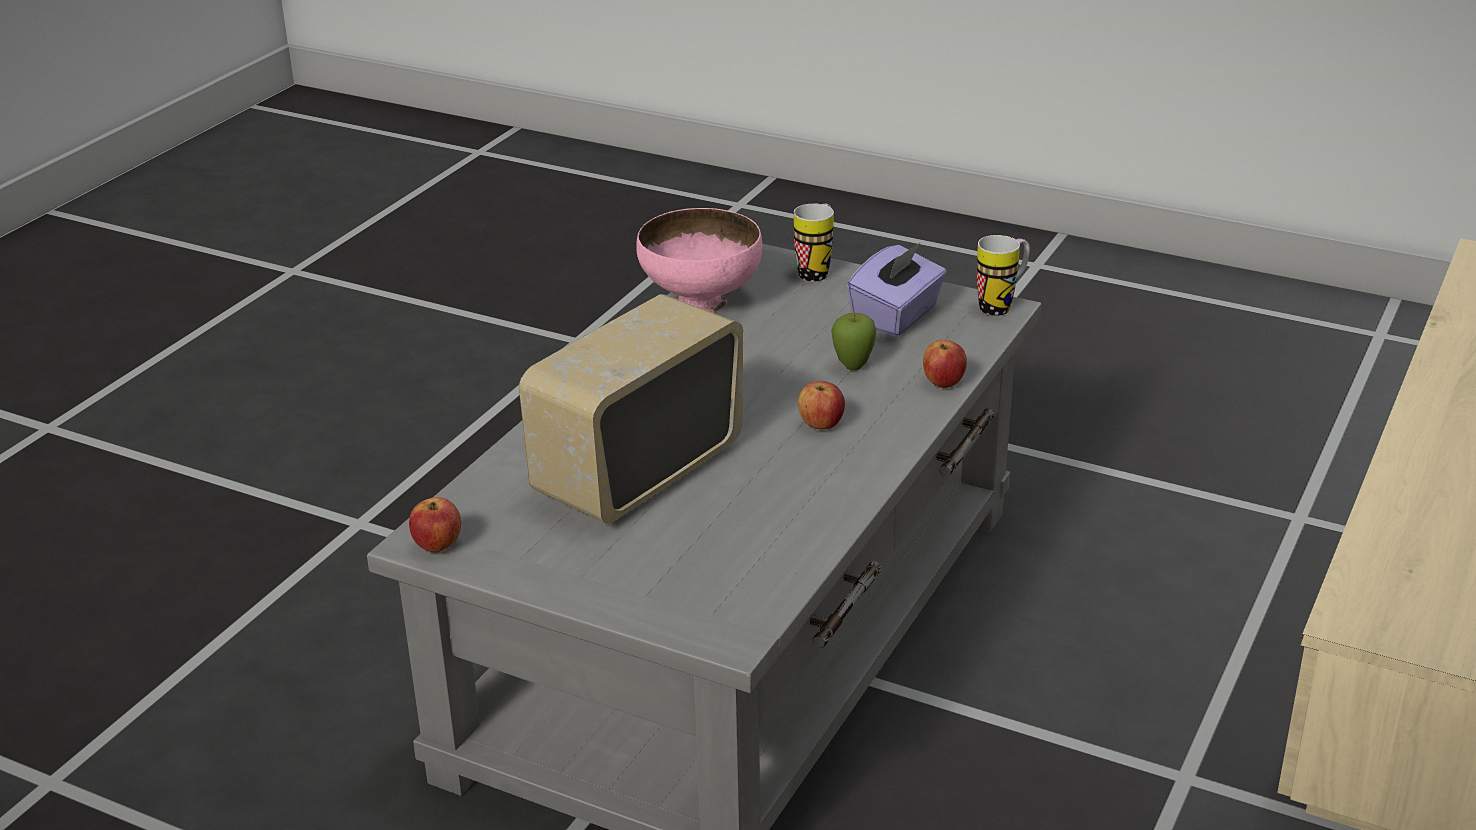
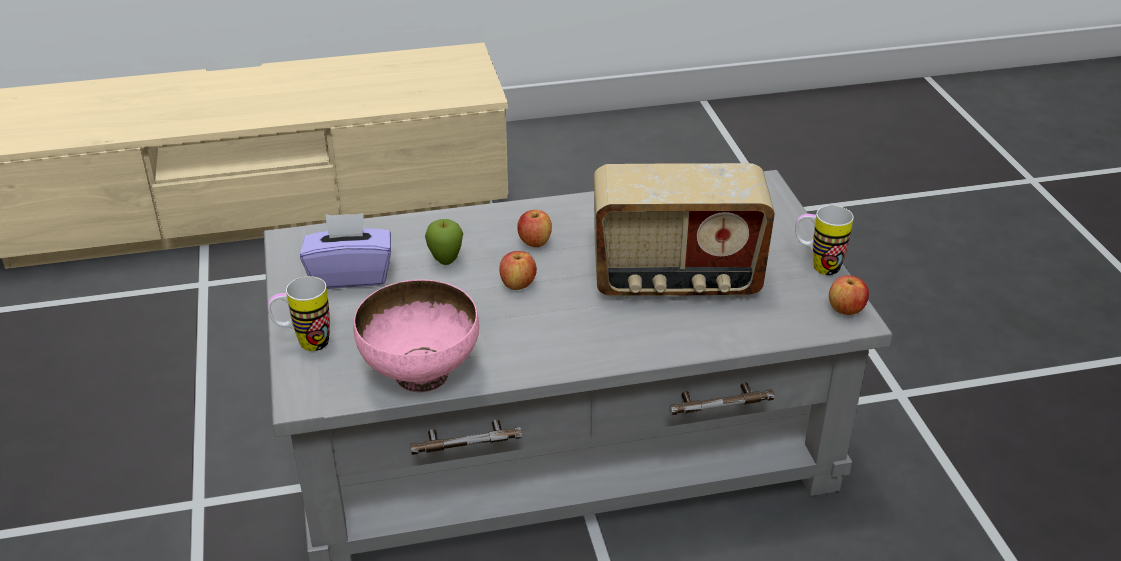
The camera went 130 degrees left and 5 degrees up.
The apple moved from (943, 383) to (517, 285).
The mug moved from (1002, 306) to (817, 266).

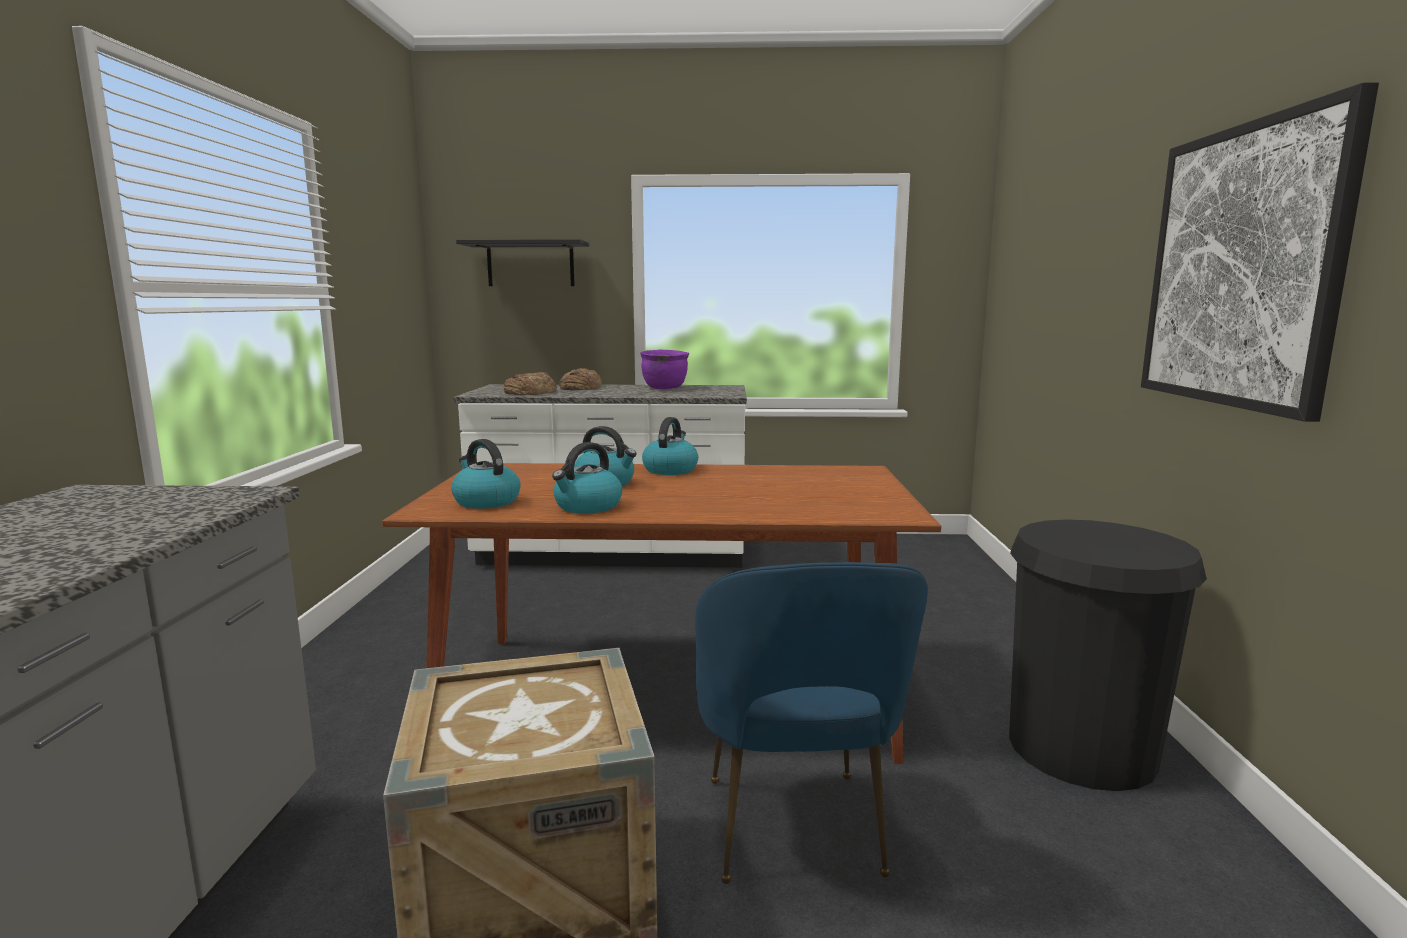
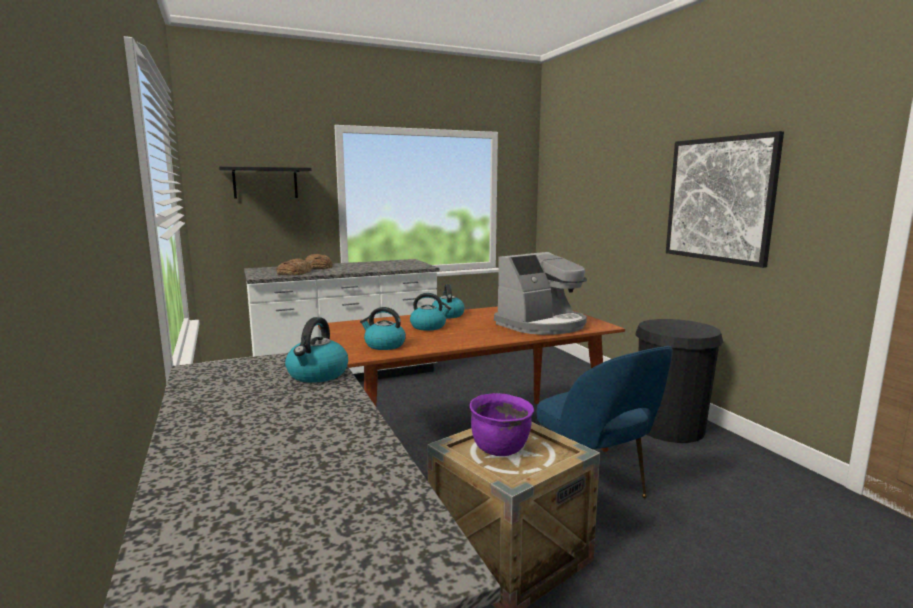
The camera went 25 degrees left and 0 degrees up.
The kettle moved from (587, 507) to (317, 374).
The cooking pot in purple moved from (665, 388) to (500, 449).
The coffee machine at (542, 325) appeared.

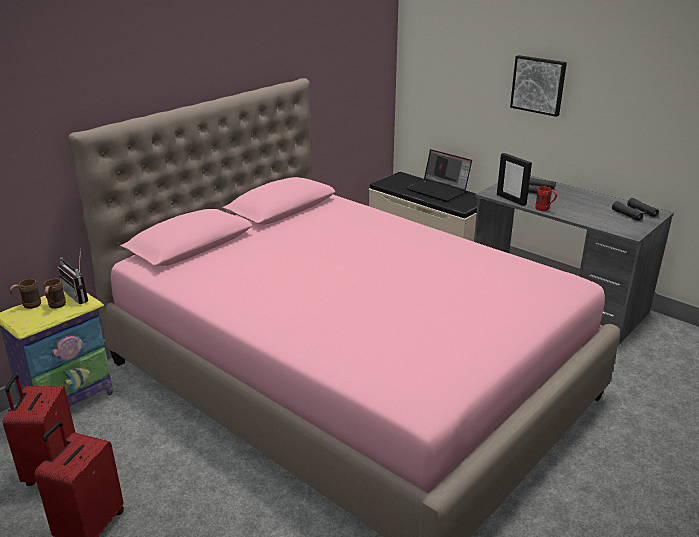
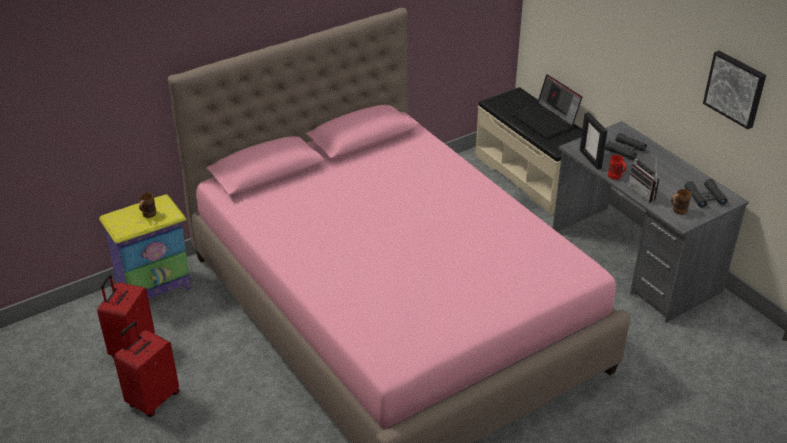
The camera went 15 degrees right and 10 degrees up.
The mug in brown moved from (28, 306) to (677, 211).
The radio moved from (80, 295) to (644, 192).
The picture moved from (538, 85) to (735, 88).

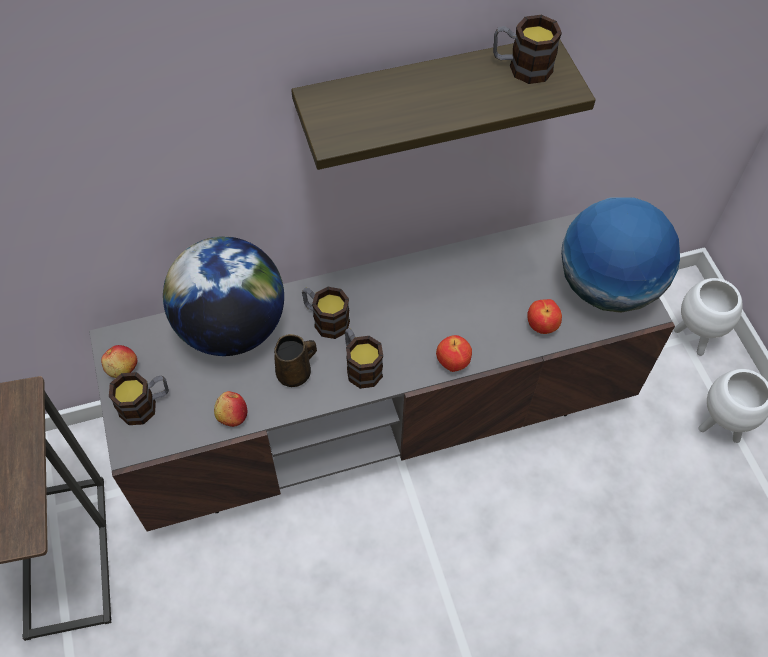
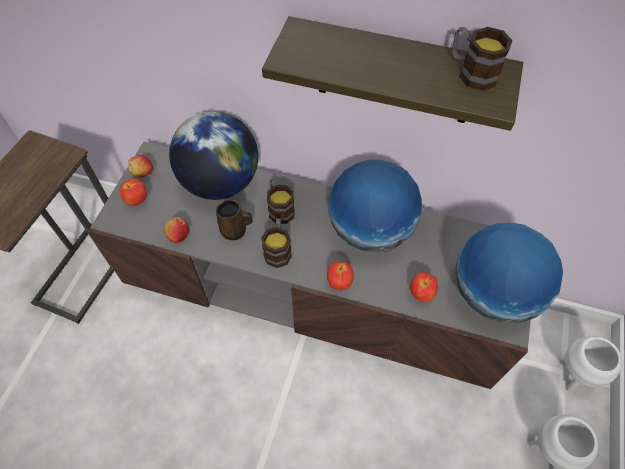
The camera went 35 degrees right and 0 degrees up.
The mug at (145, 405) was replaced by the apple at (137, 200).
The globe at (370, 230) appeared.

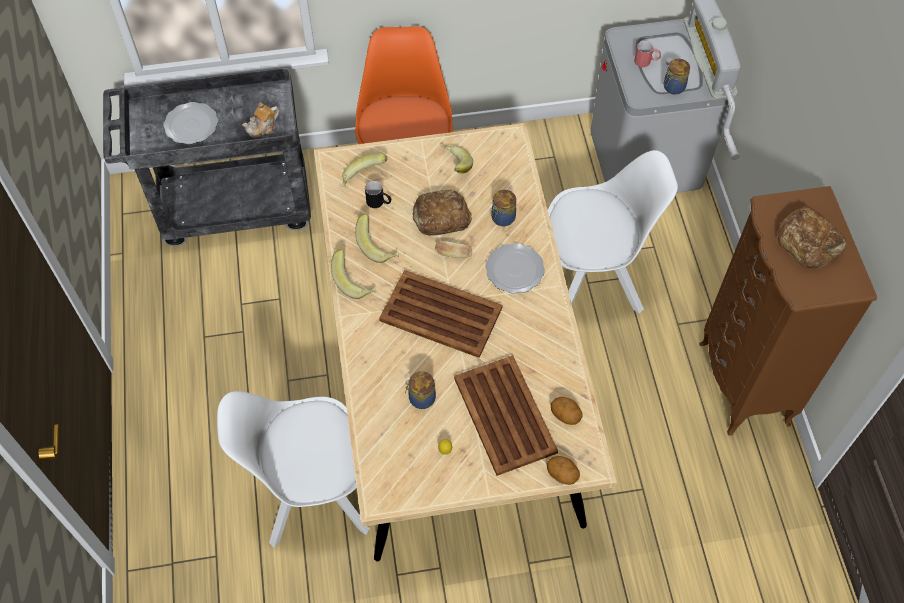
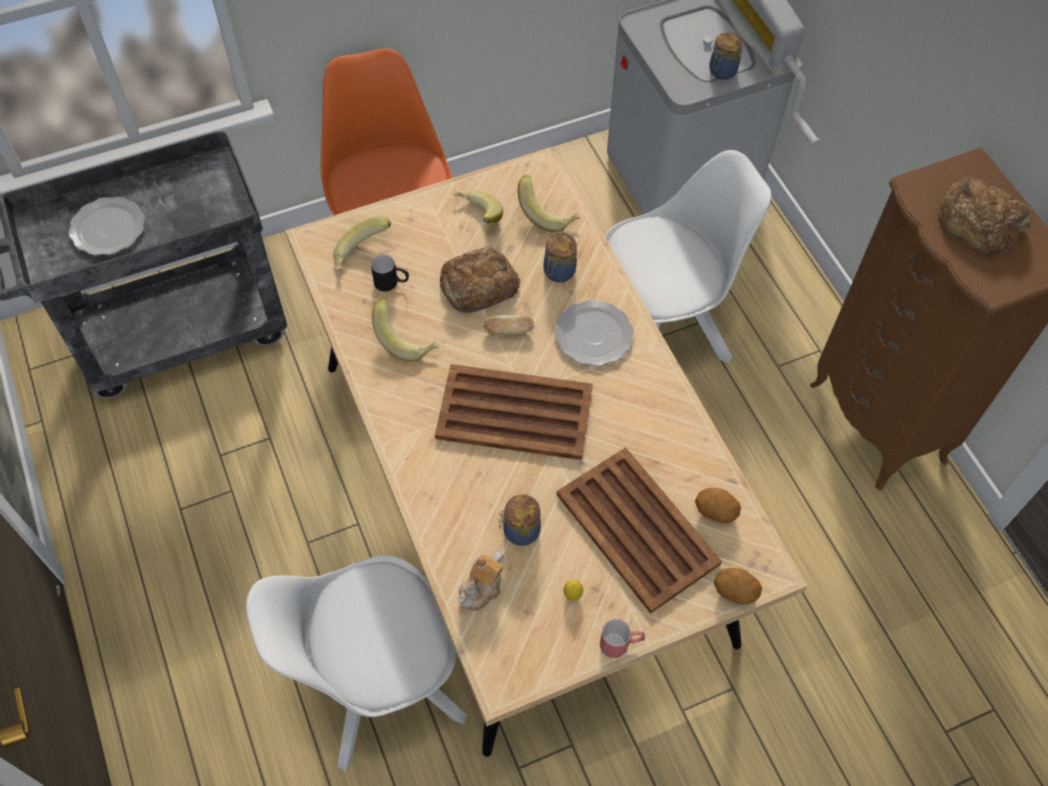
The camera went 15 degrees left and 0 degrees up.
The teapot moved from (263, 128) to (482, 589).
The banana moved from (355, 282) to (548, 214).
The mug in red moved from (646, 62) to (621, 644).

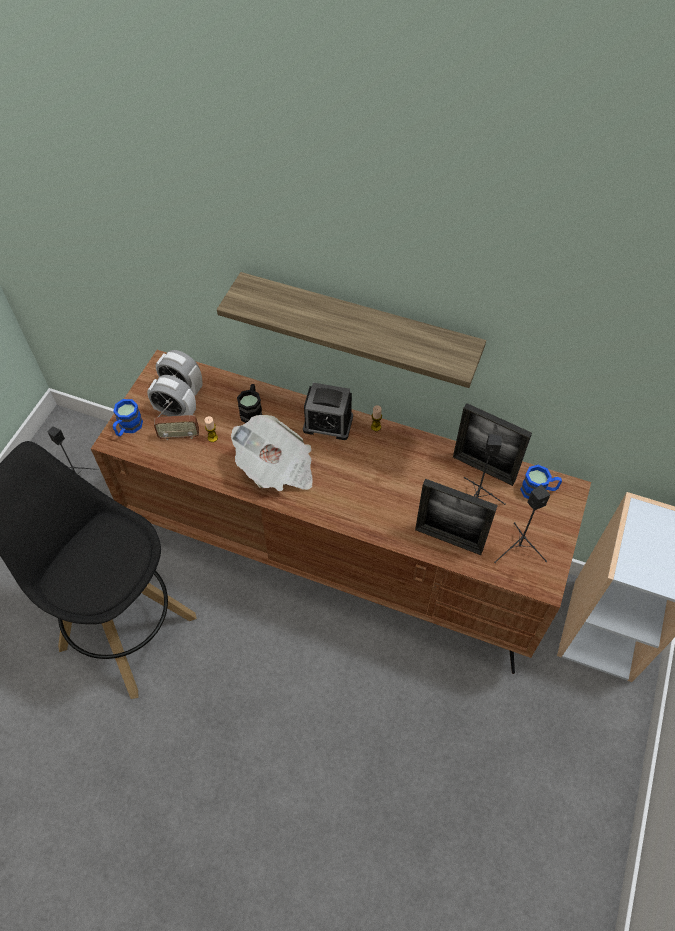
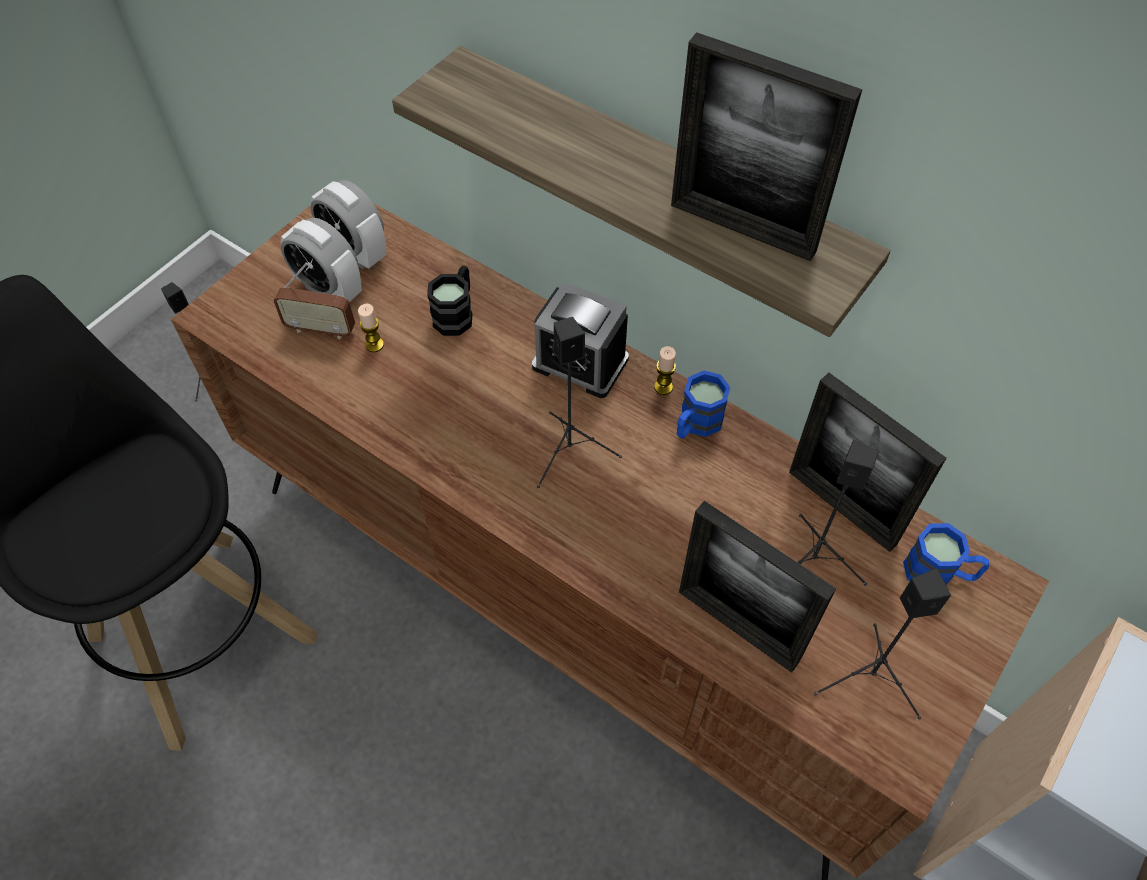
The camera went 15 degrees right and 0 degrees up.
The mug in blue moved from (128, 428) to (695, 424).
The newspaper at (276, 468) disappeared.
The speaker in black at (571, 451) appeared.
The picture frame at (742, 228) appeared.

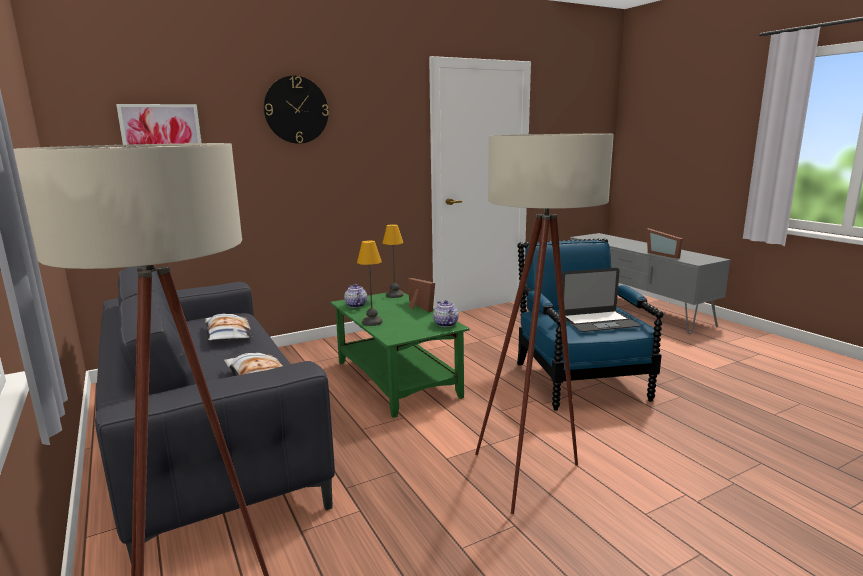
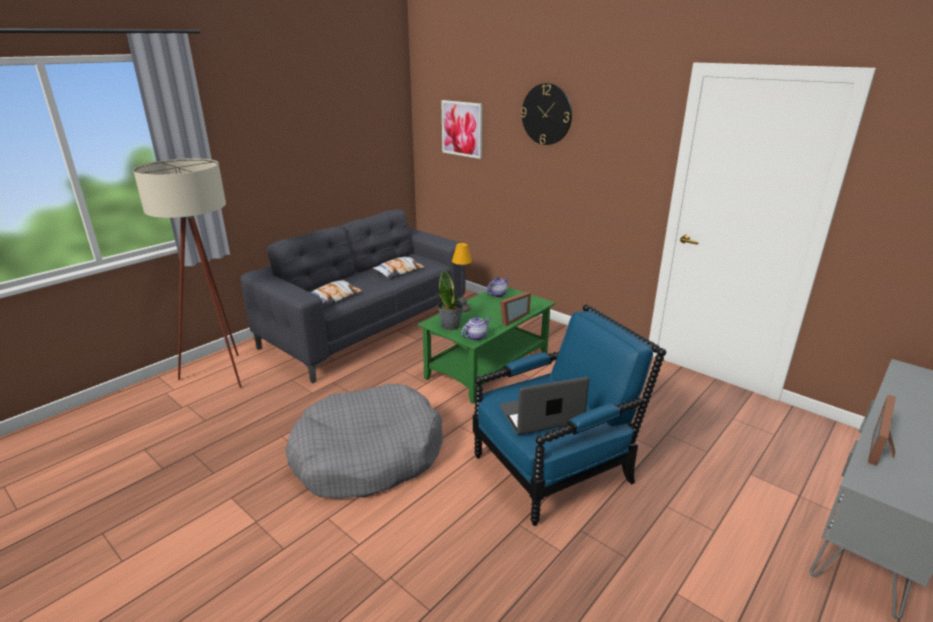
The camera went 70 degrees right and 10 degrees up.
The table lamp at (394, 295) disappeared.
The floor lamp in beige at (534, 474) was replaced by the dog bed in grey at (367, 455).
The laptop at (598, 321) turned 105 degrees clockwise.
The potted plant at (450, 325) appeared.

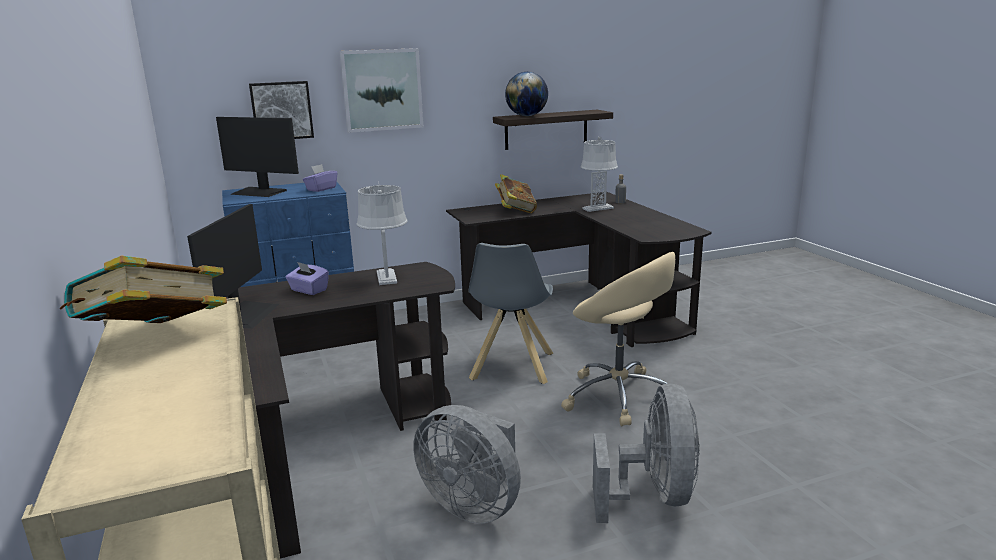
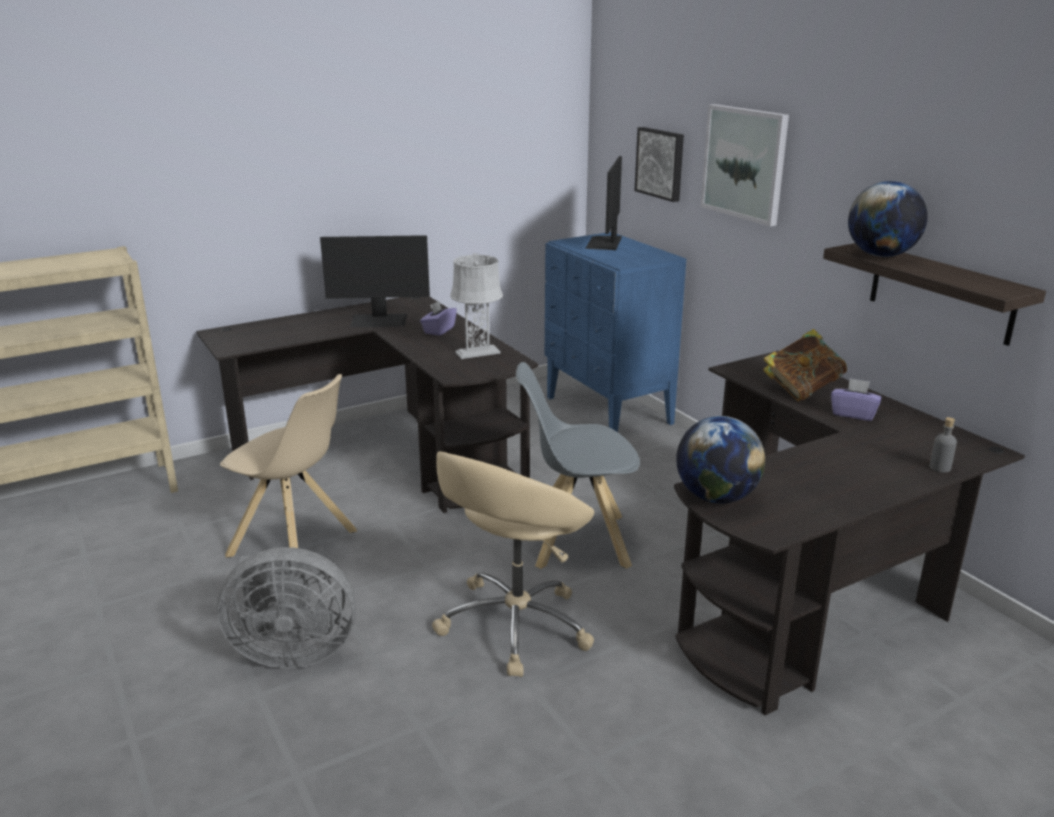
The camera went 80 degrees right and 5 degrees up.
The book at (155, 339) disappeared.
The tissue box in purple moved from (321, 189) to (853, 414).
The fan in grey at (473, 505) was replaced by the chair in beige at (295, 544).
The table lamp in grey at (598, 208) disappeared.
The globe at (716, 497) appeared.

